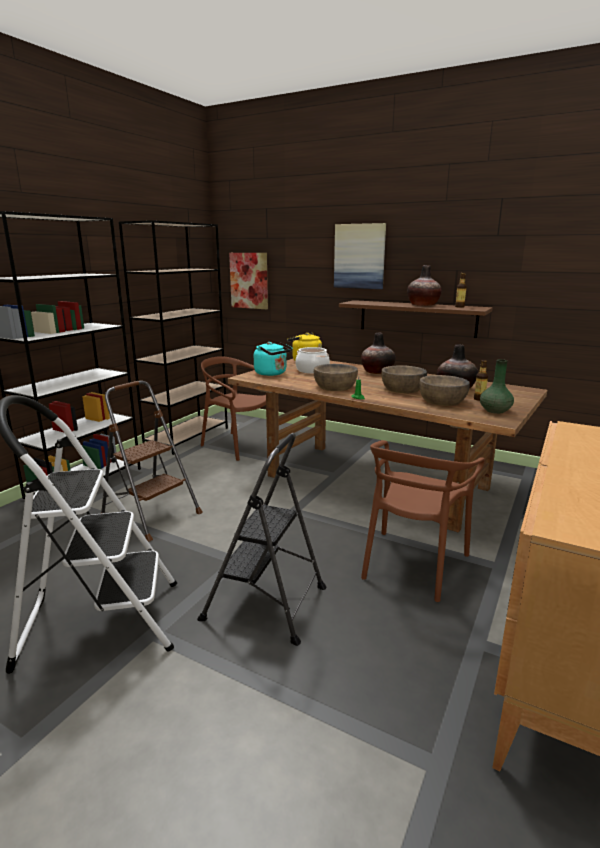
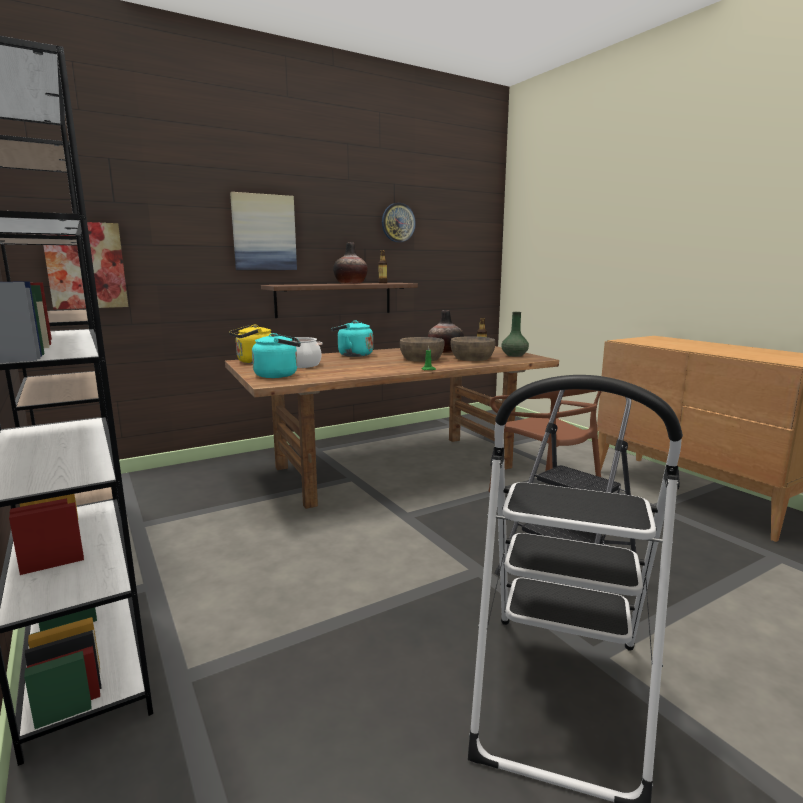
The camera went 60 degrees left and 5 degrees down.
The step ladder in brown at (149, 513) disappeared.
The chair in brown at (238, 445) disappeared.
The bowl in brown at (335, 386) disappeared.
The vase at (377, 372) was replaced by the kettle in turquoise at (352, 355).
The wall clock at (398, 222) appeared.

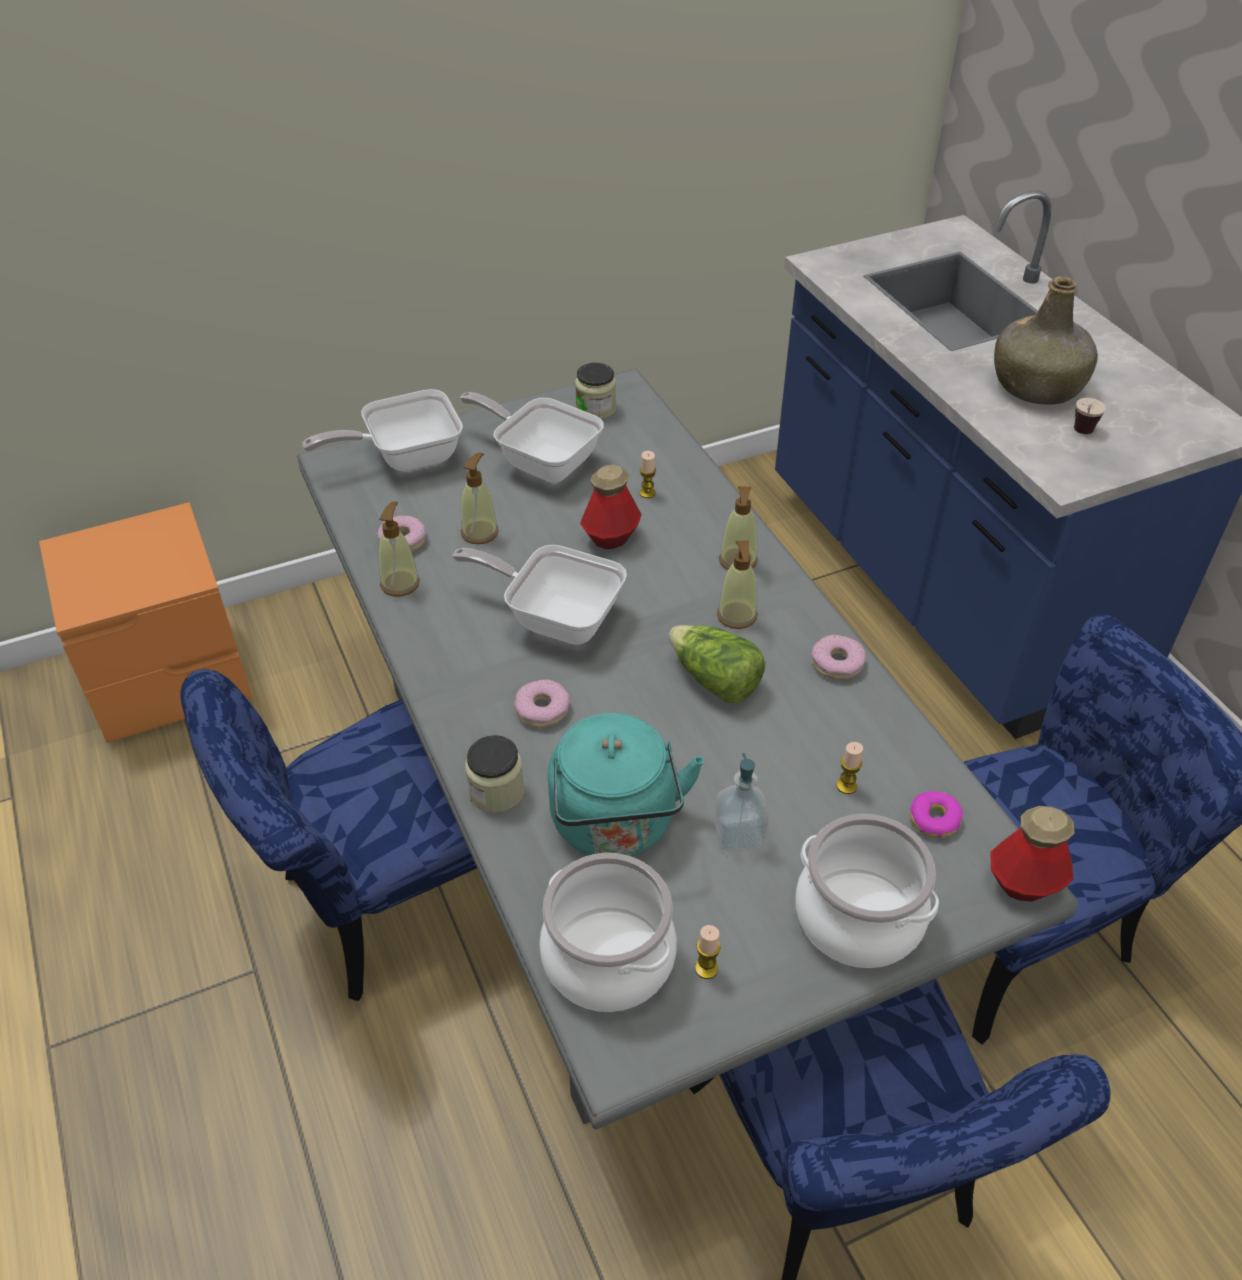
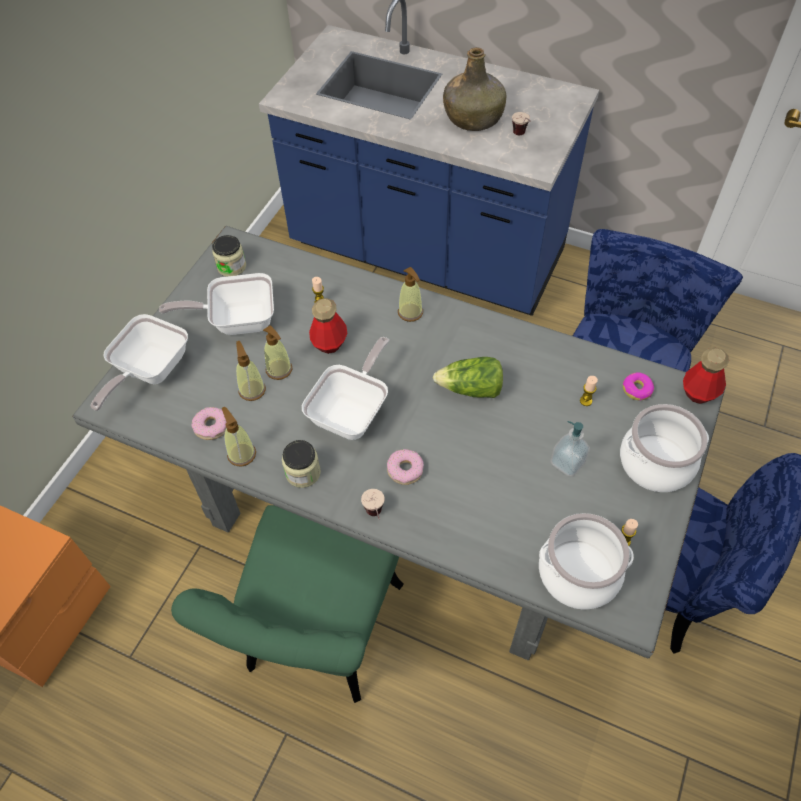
The camera went 40 degrees left and 10 degrees up.
The chair in blue at (381, 902) became the chair in green at (316, 639).
The frying pan at (555, 617) turned 135 degrees clockwise.
The jar moved from (496, 792) to (303, 473).
The kettle in turquoise at (615, 826) disappeared.
The soap dispenser moved from (737, 616) to (279, 369).
The donut at (837, 663) disappeared.
The cup at (376, 518) appeared.

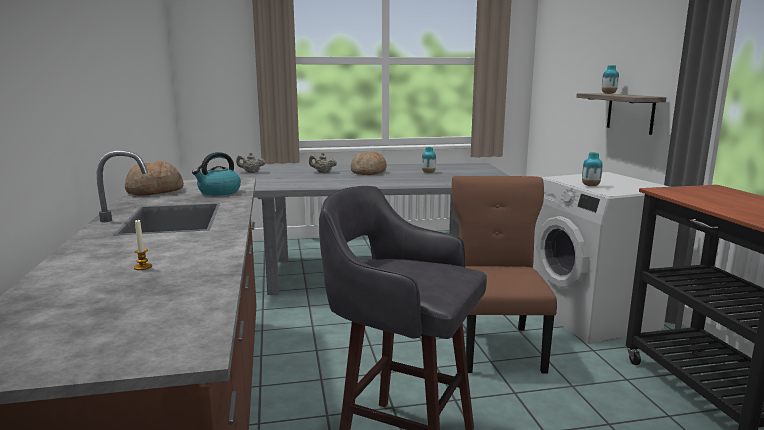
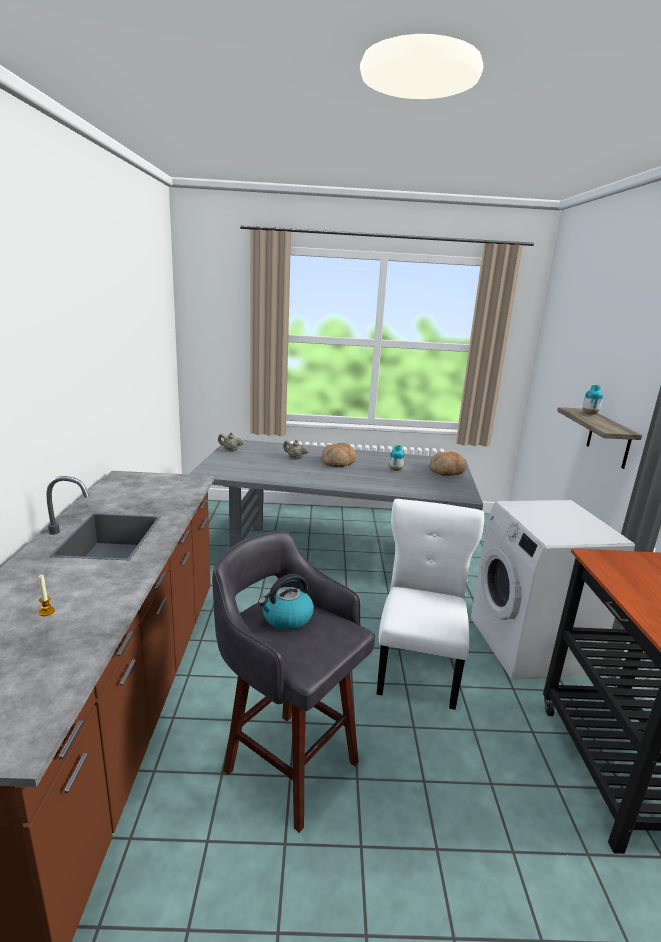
The camera went 10 degrees right and 5 degrees up.
The bread moved from (154, 191) to (447, 471).
The kettle moved from (219, 192) to (286, 618).
The chair in brown at (497, 346) became the chair in white at (418, 667).
The vase at (590, 186) disappeared.

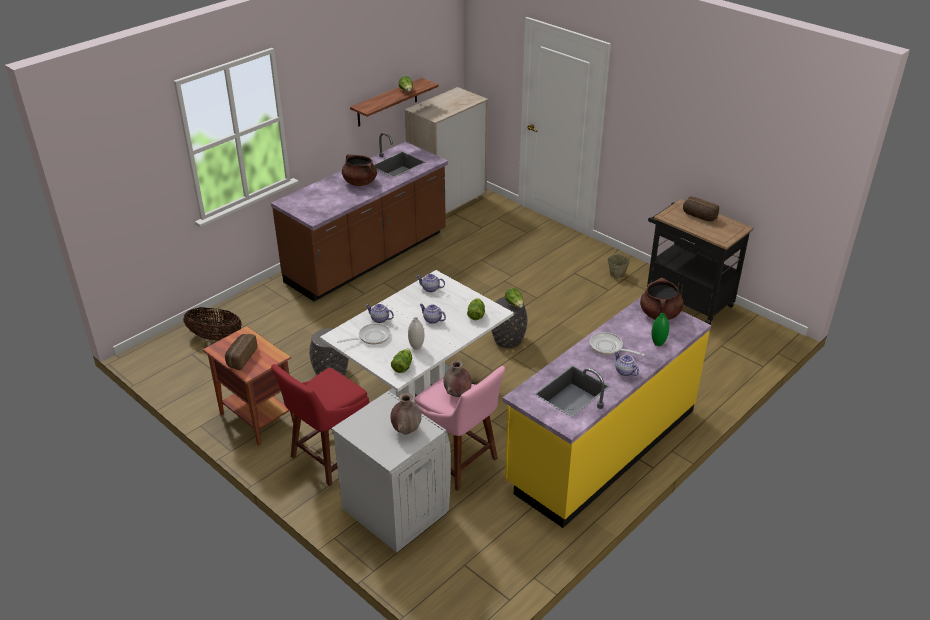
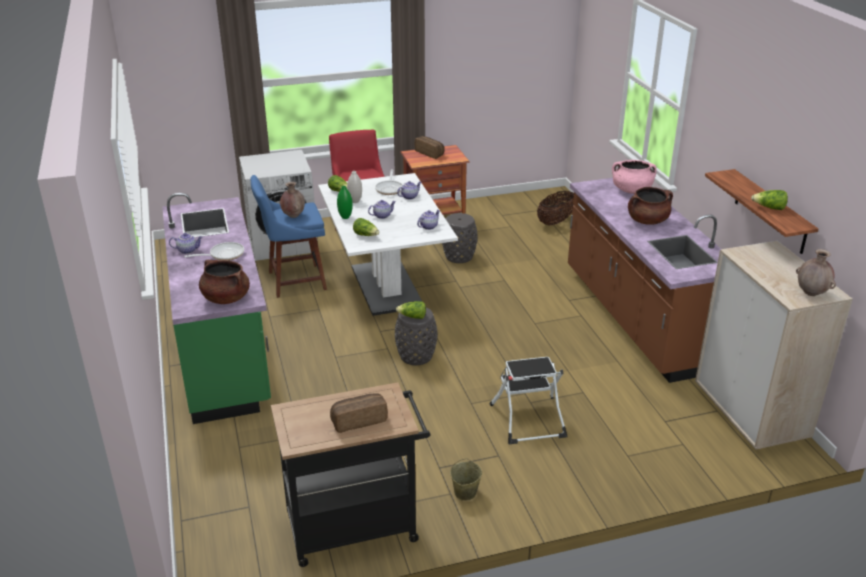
The camera went 120 degrees right and 5 degrees down.
The vase in brown moved from (406, 430) to (811, 293).
The stool in pink at (459, 462) became the stool in blue at (293, 281).
The counter in yellow at (601, 447) became the counter in green at (224, 350).
The vase in green moved from (658, 343) to (345, 217).
The step ladder at (528, 418) appeared.
The cooking pot in pink at (631, 190) appeared.

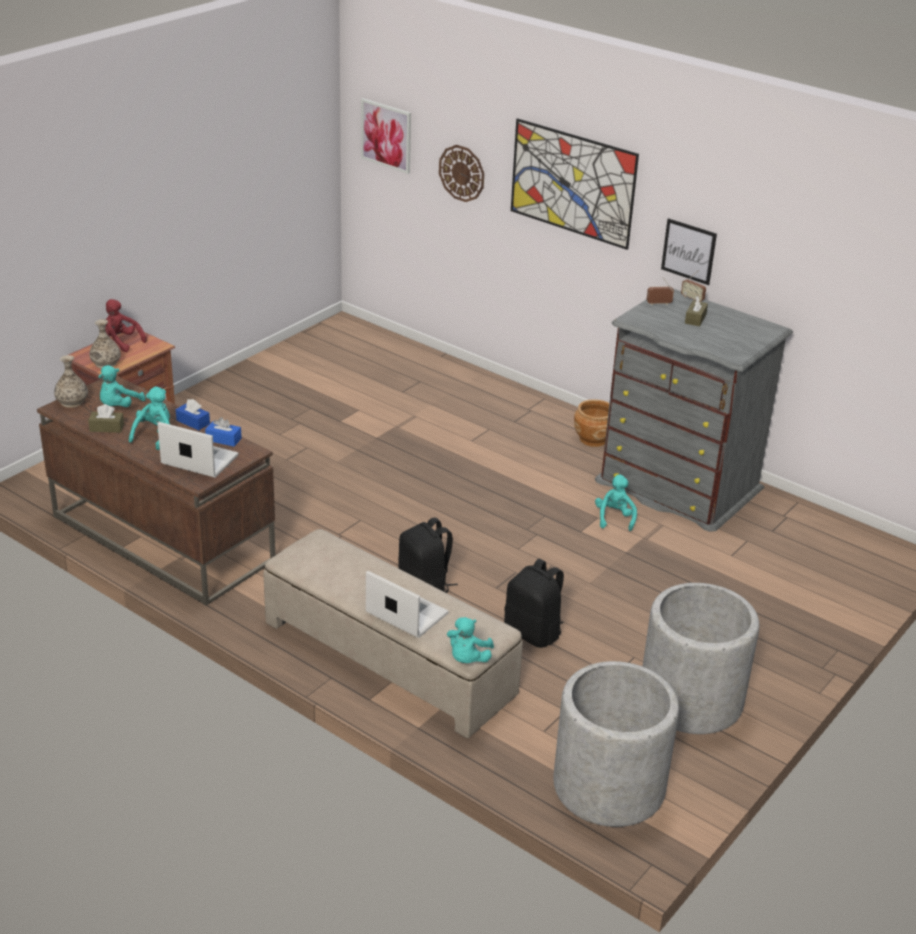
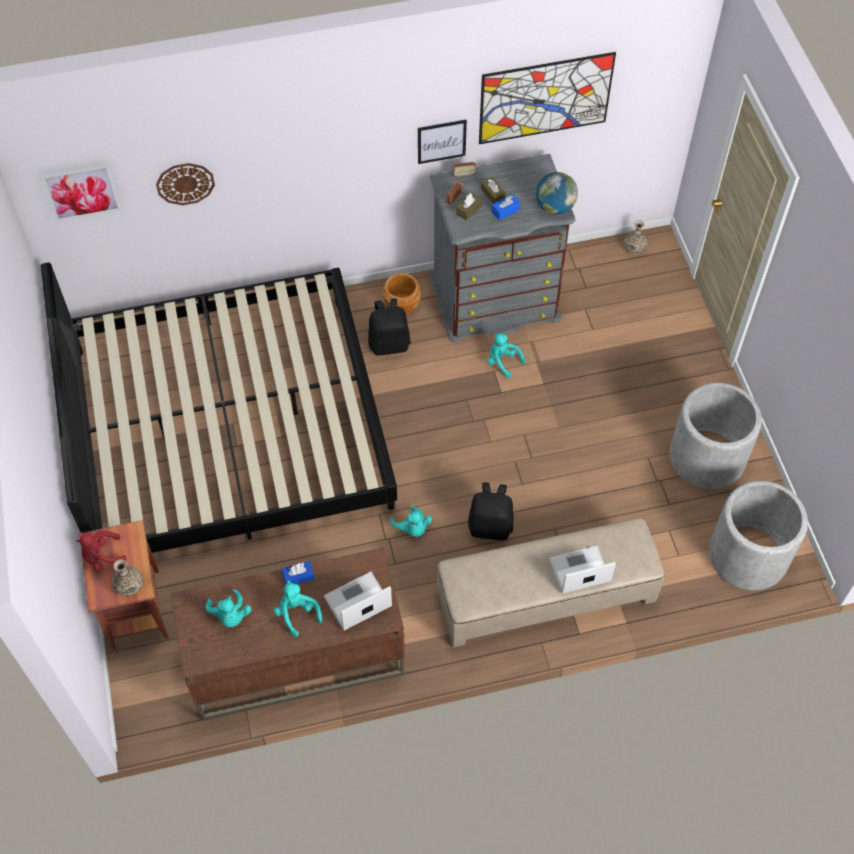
The camera went 50 degrees left and 25 degrees up.
The vase moved from (72, 401) to (634, 248).
The tissue box in brown moved from (107, 428) to (469, 210).
The tissue box in blue moved from (223, 439) to (505, 211).
The plush toy in turquoise moved from (467, 659) to (412, 528).
The backpack in black moved from (533, 633) to (389, 344).
The picture moved from (572, 183) to (545, 98).
The bed at (228, 427) appeared.
The globe at (555, 207) appeared.

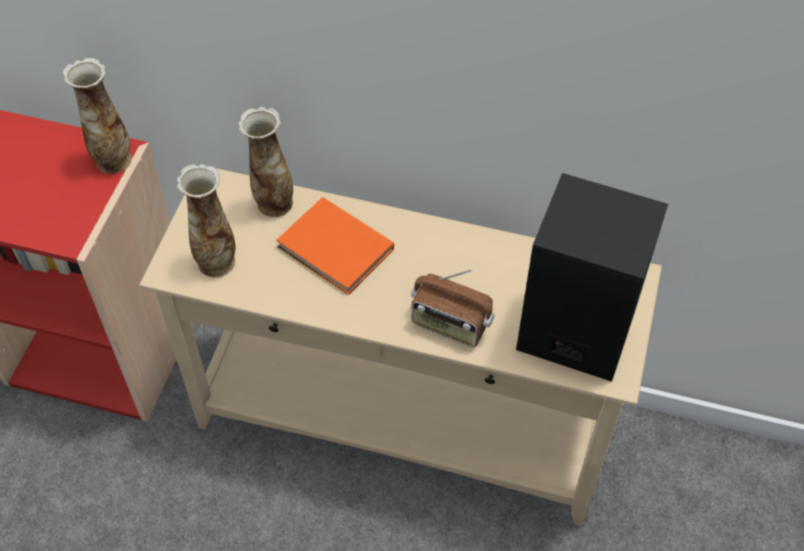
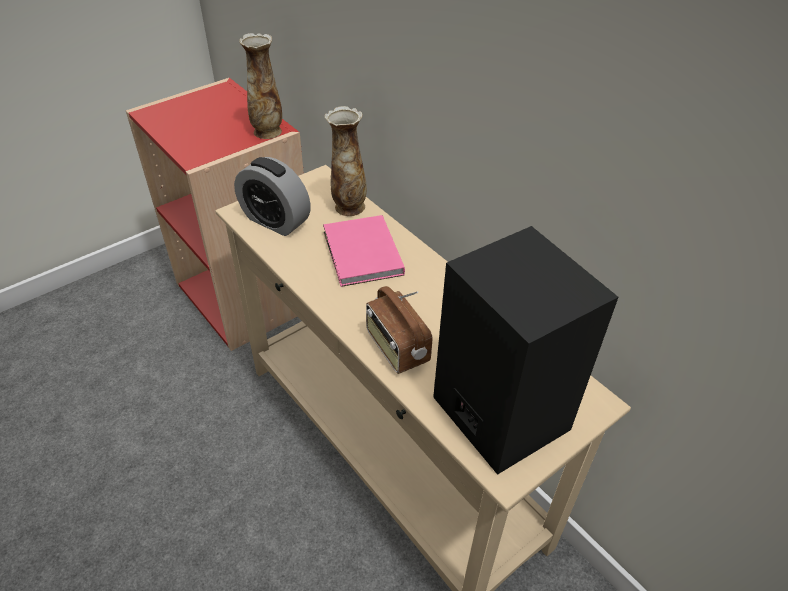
The camera went 35 degrees right and 10 degrees down.
The vase at (216, 261) was replaced by the alarm clock at (275, 221).
The book in orange at (336, 250) became the book in pink at (361, 255).

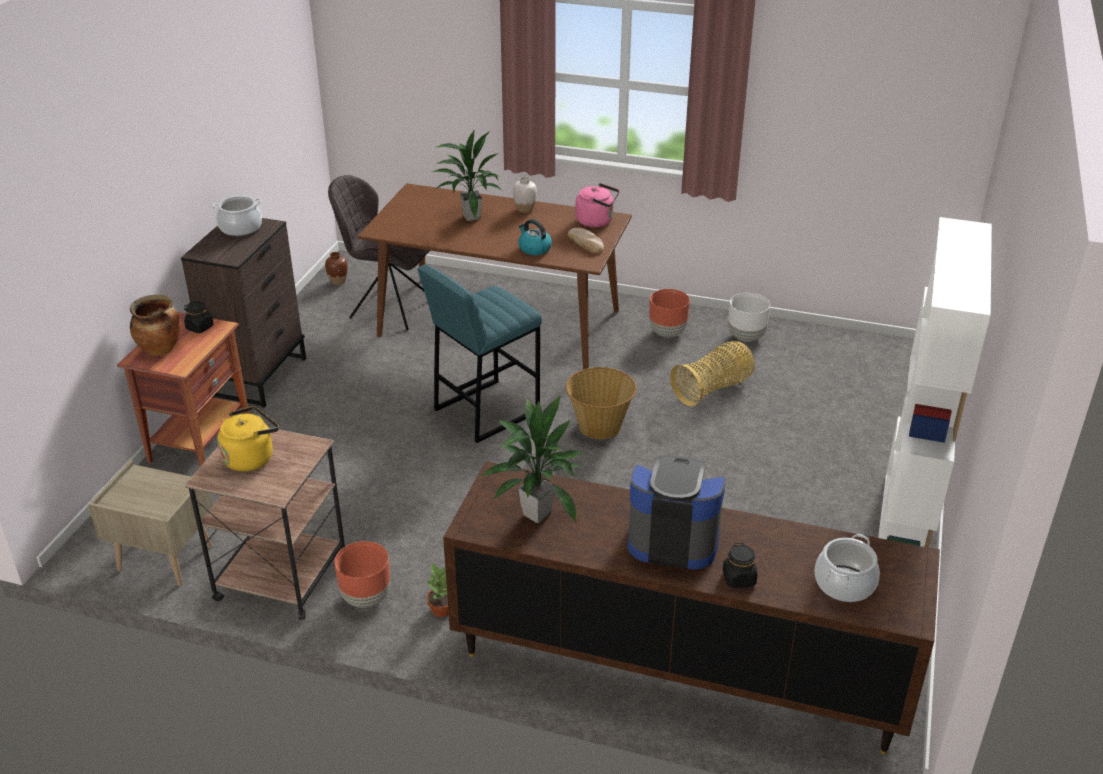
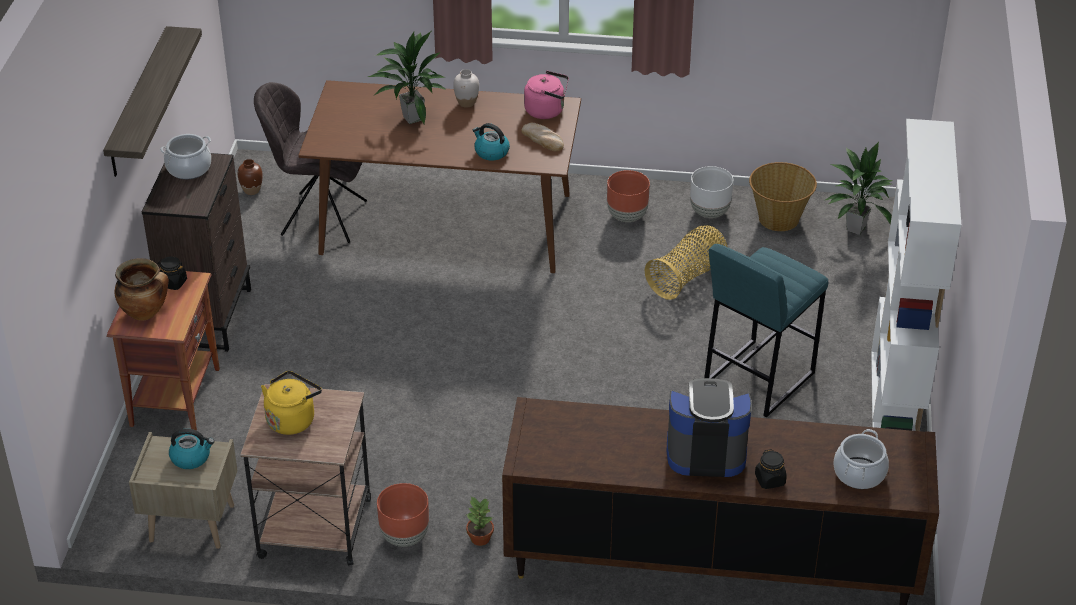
The camera went 10 degrees left and 5 degrees up.
The stool in turquoise moved from (484, 412) to (757, 380).
The potted plant moved from (535, 514) to (855, 229).
The basket moved from (599, 427) to (779, 219).
The shelf at (138, 103) appeared.
The kettle at (191, 457) appeared.

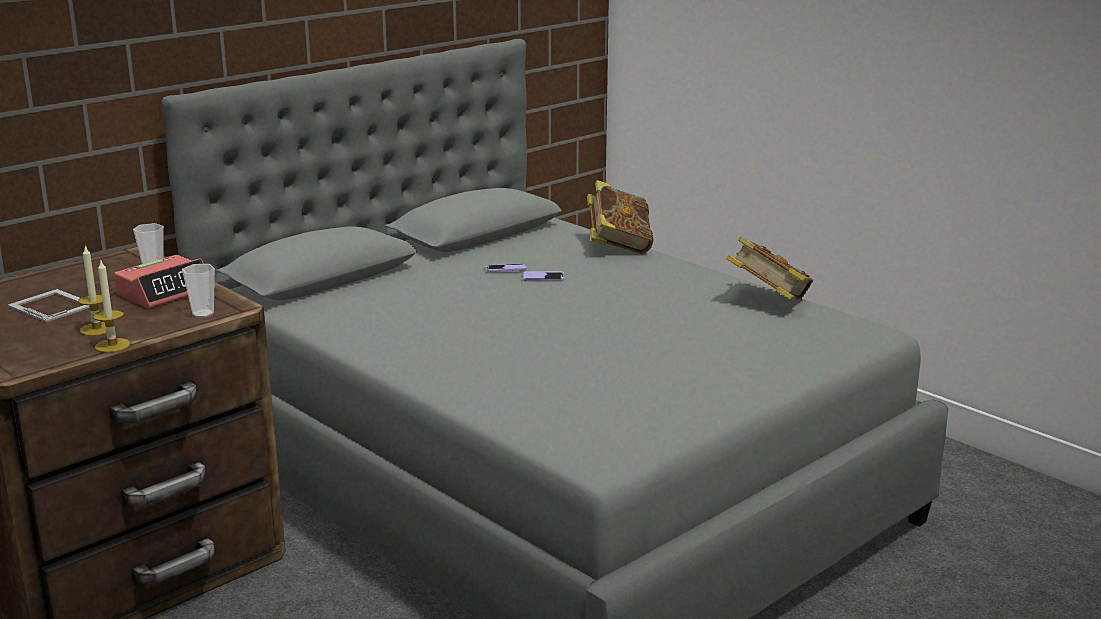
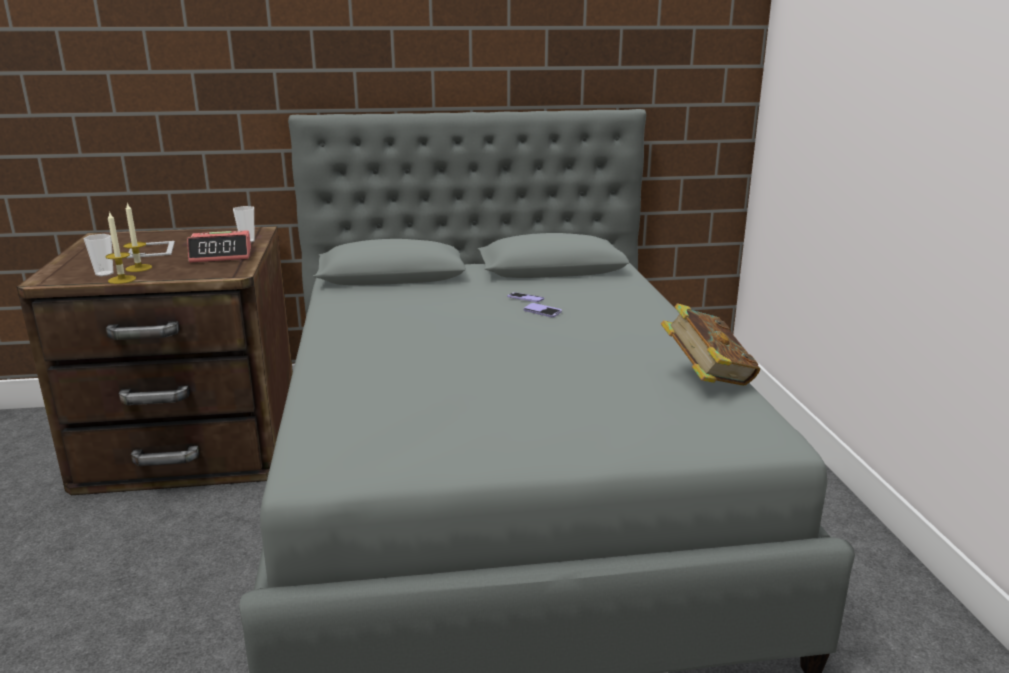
The camera went 35 degrees right and 0 degrees up.
The cup moved from (203, 314) to (104, 274).
The book at (618, 246) disappeared.

